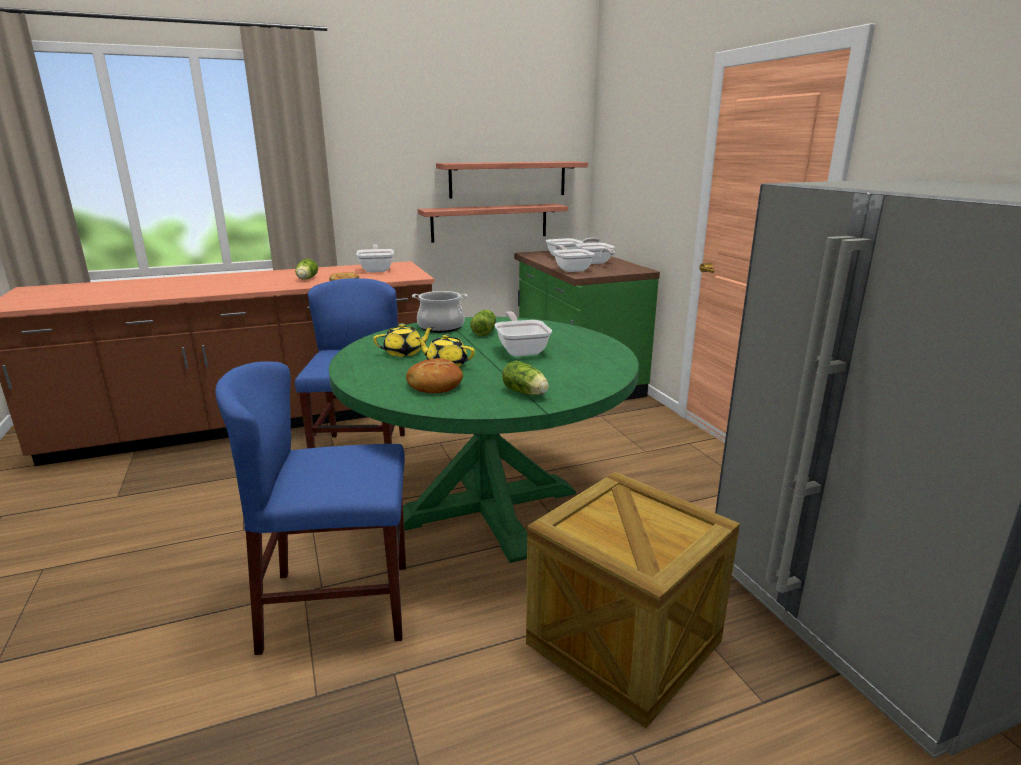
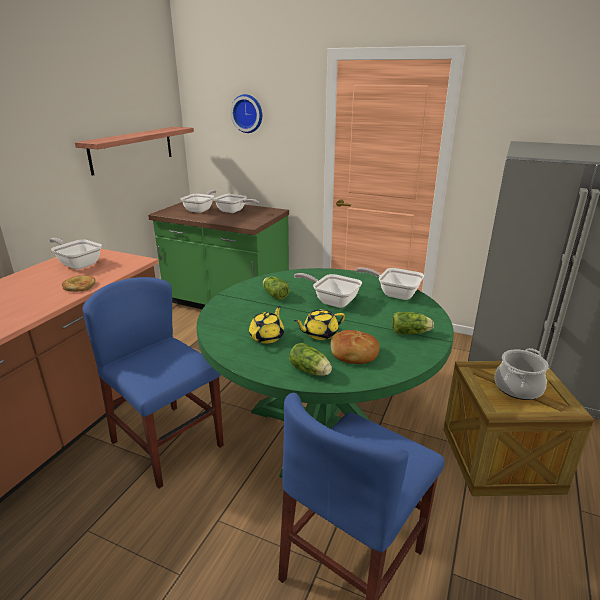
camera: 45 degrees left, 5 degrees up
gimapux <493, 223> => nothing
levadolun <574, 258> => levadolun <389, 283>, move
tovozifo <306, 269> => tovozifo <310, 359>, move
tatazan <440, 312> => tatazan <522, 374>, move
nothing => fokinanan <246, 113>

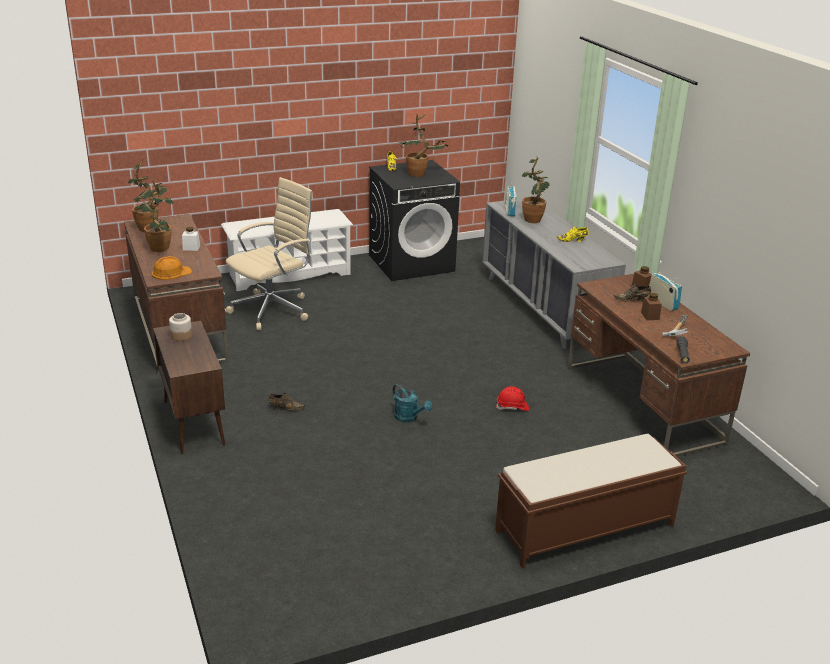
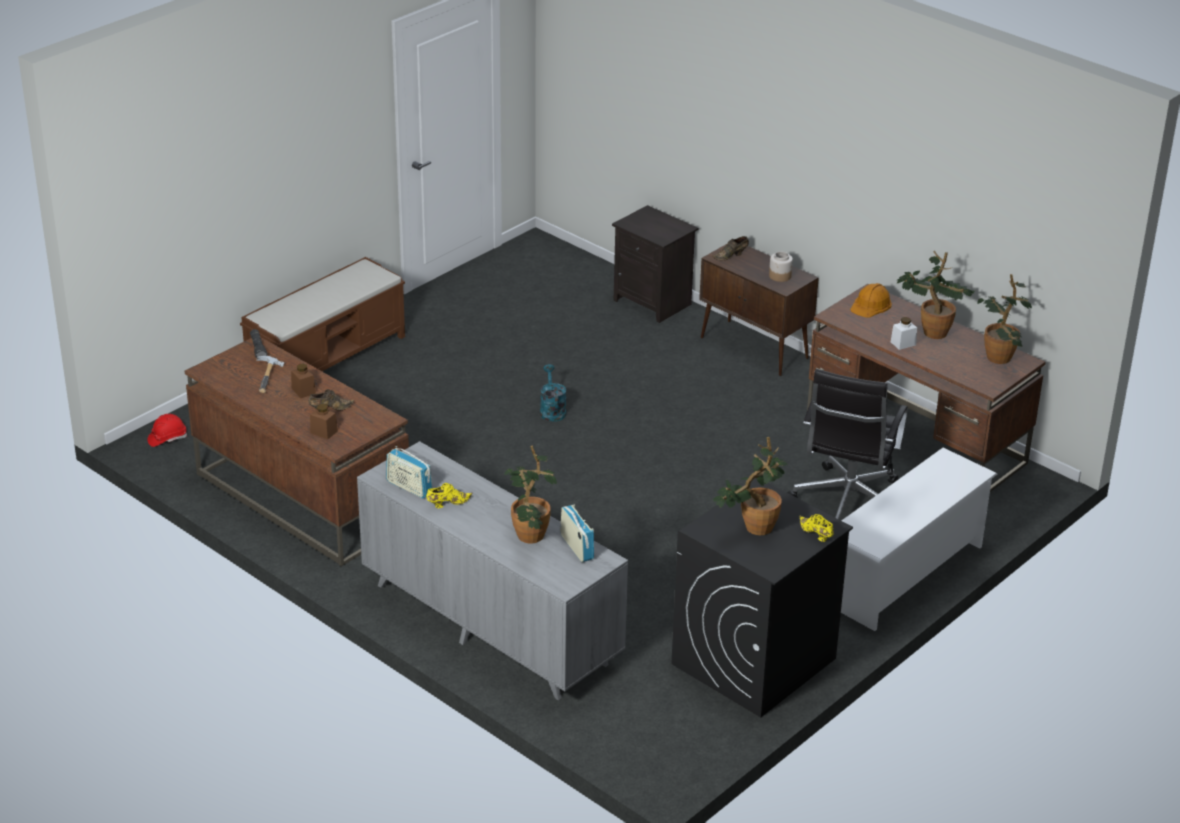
camera: 155 degrees right, 5 degrees up
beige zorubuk <269, 253> => black zorubuk <847, 444>
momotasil <665, 292> => momotasil <409, 472>, move
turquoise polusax <412, 403> => turquoise polusax <553, 393>, 60 degrees clockwise
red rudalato <512, 398> => red rudalato <167, 430>, move
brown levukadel <287, 402> => brown levukadel <730, 248>, move
nothing => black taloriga <655, 264>

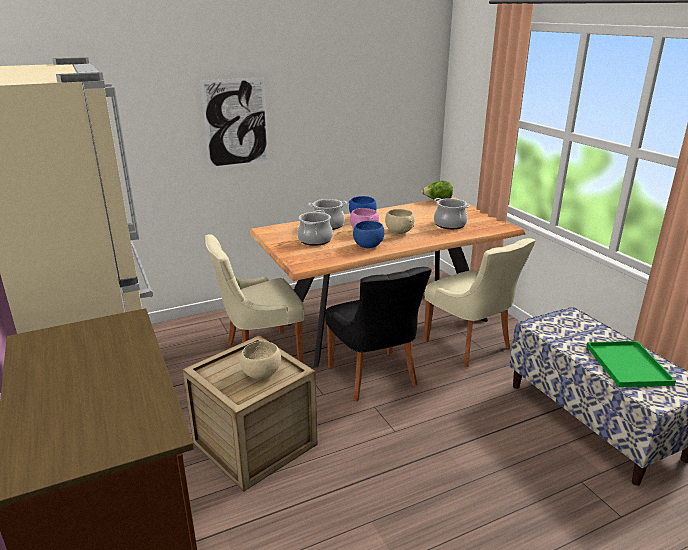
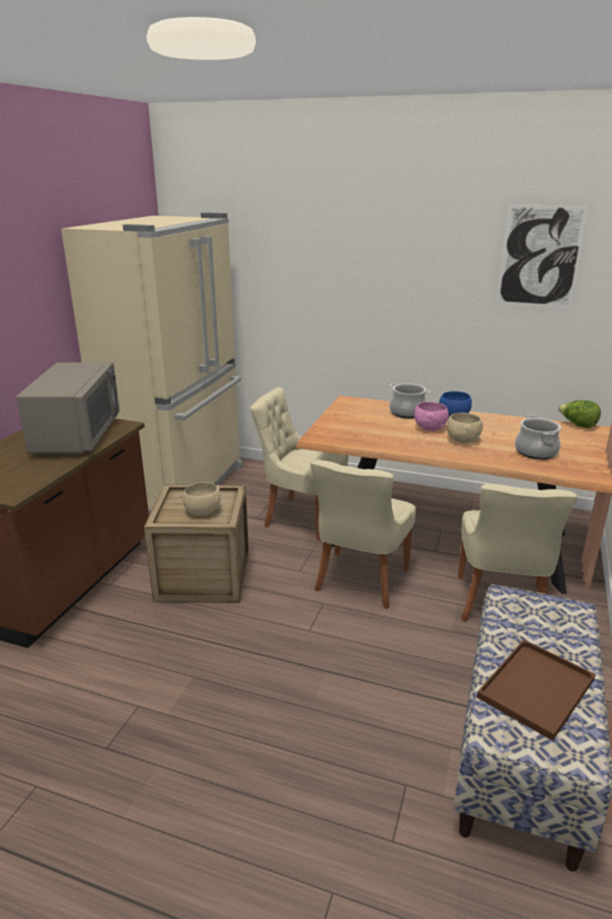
camera: 45 degrees right, 0 degrees up
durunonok <234, 123> => durunonok <542, 256>, move
tatazan <315, 228> => nothing
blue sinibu <368, 234> => nothing
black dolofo <378, 334> => beige dolofo <363, 534>
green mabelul <631, 364> => brown mabelul <536, 690>
nothing => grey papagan <68, 408>

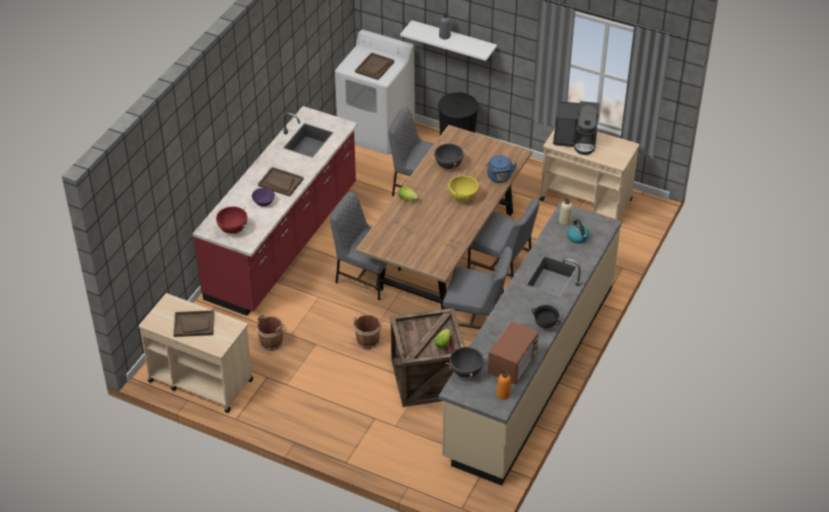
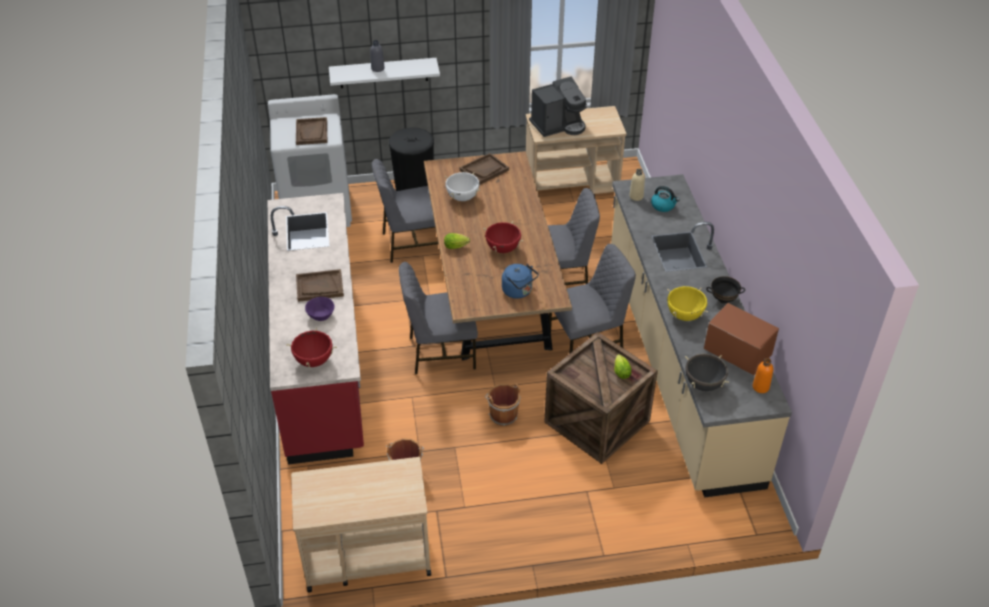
camera: 35 degrees left, 0 degrees up
black tatazan <449, 156> => white tatazan <462, 186>
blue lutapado <502, 169> => blue lutapado <520, 281>, move
yellow tatazan <463, 188> => yellow tatazan <687, 303>, move
brown mabelul <193, 323> => brown mabelul <484, 169>, move
papagan <513, 352> => papagan <741, 339>, 45 degrees counterclockwise
nothing => red tatazan <503, 237>

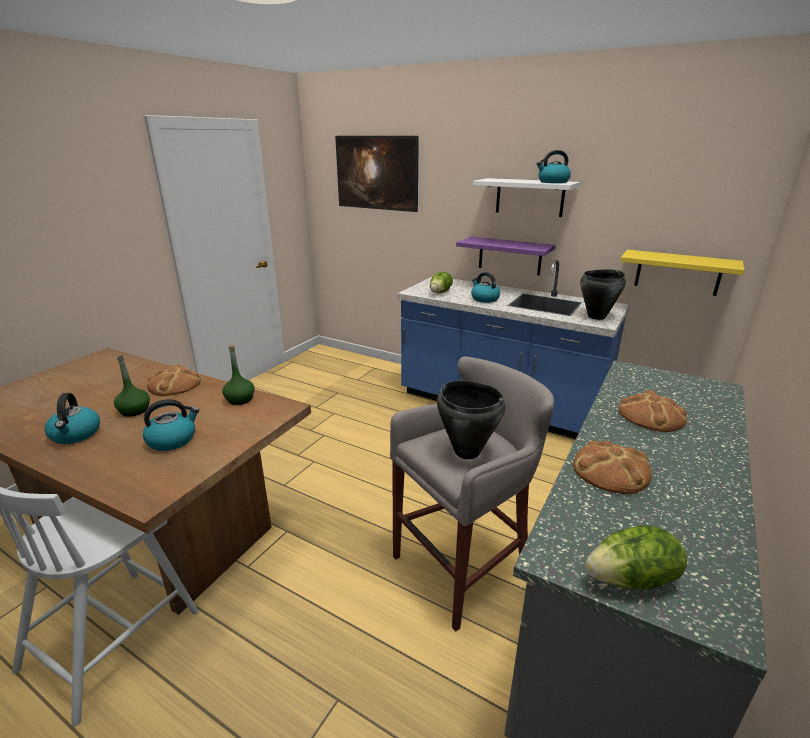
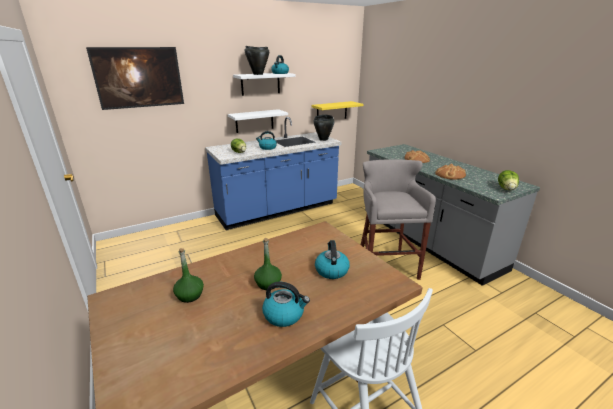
camera: 60 degrees left, 0 degrees up
purple gimapux <506, 256> => white gimapux <258, 121>
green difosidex <238, 375> => green difosidex <188, 275>, move
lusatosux <174, 380> => nothing
black tatazan <471, 419> => black tatazan <257, 60>, move

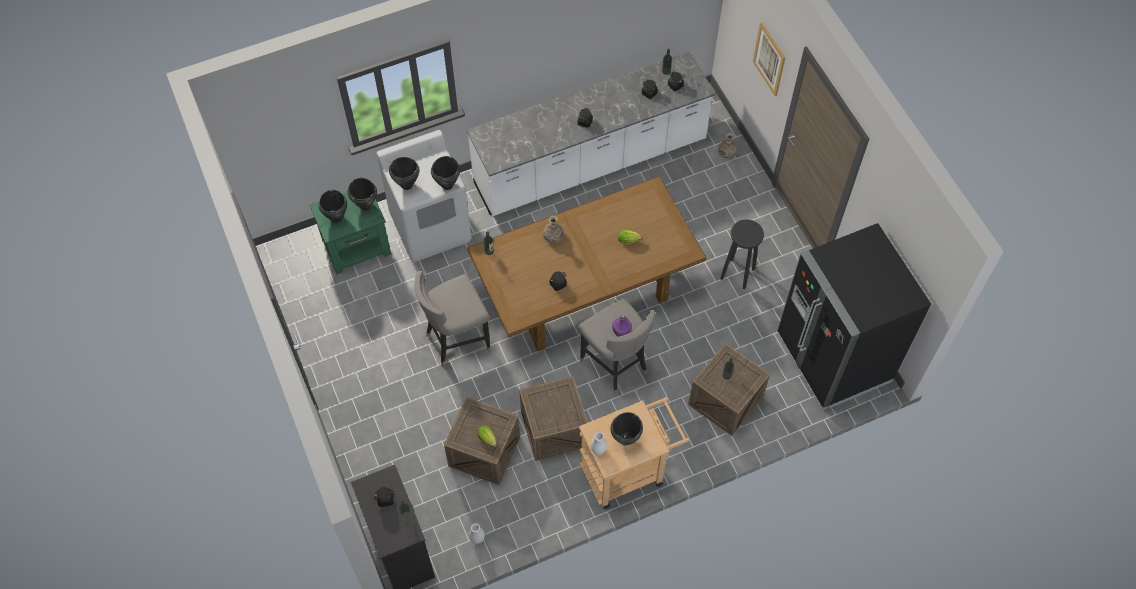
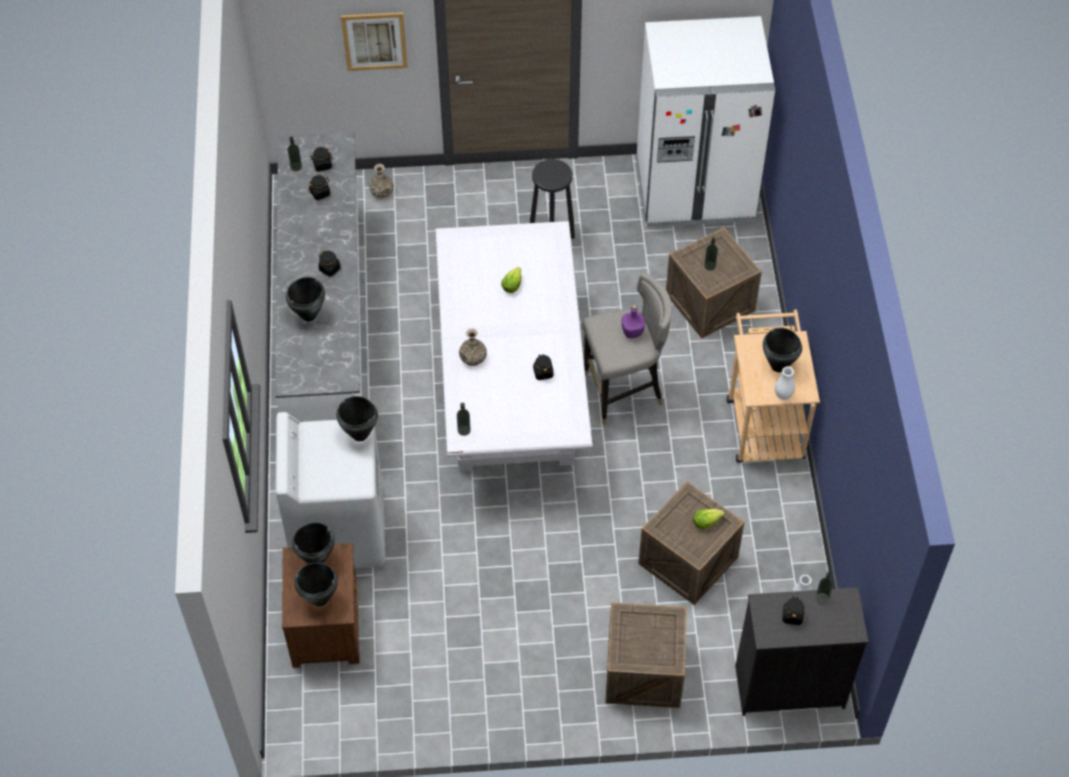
camera: 70 degrees left, 5 degrees down
black tatazan <404, 173> => black tatazan <305, 299>, move
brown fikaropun <586, 264> => white fikaropun <513, 346>
green taloriga <350, 233> => brown taloriga <321, 605>
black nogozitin <854, 316> => white nogozitin <706, 121>
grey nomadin <452, 319> => nothing
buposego <553, 418> => buposego <646, 655>, move

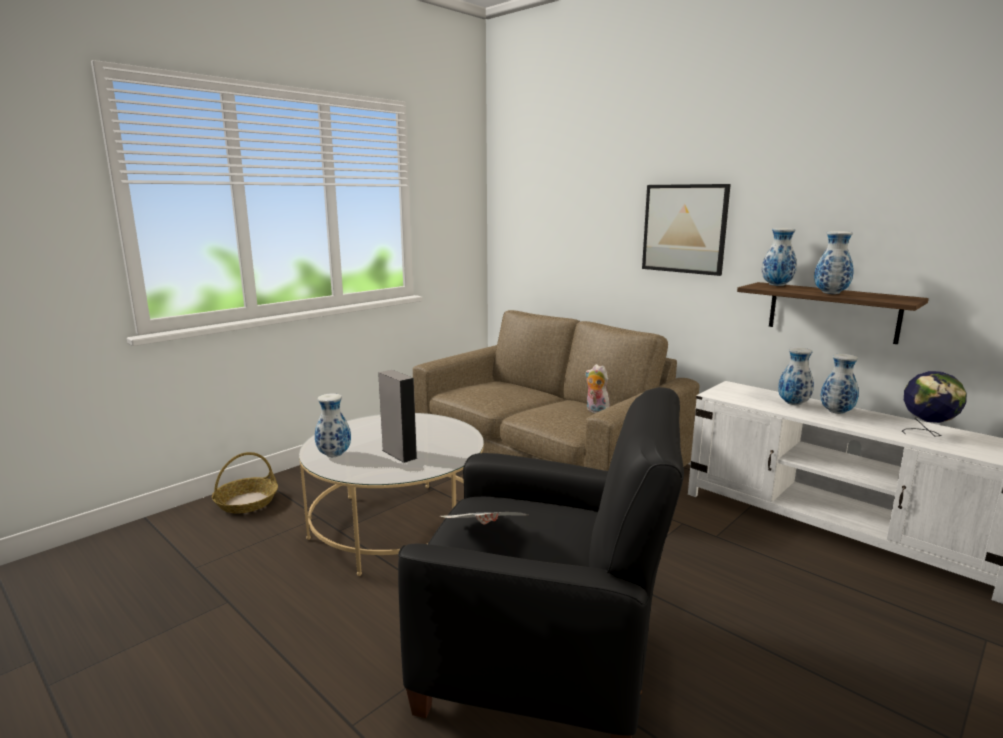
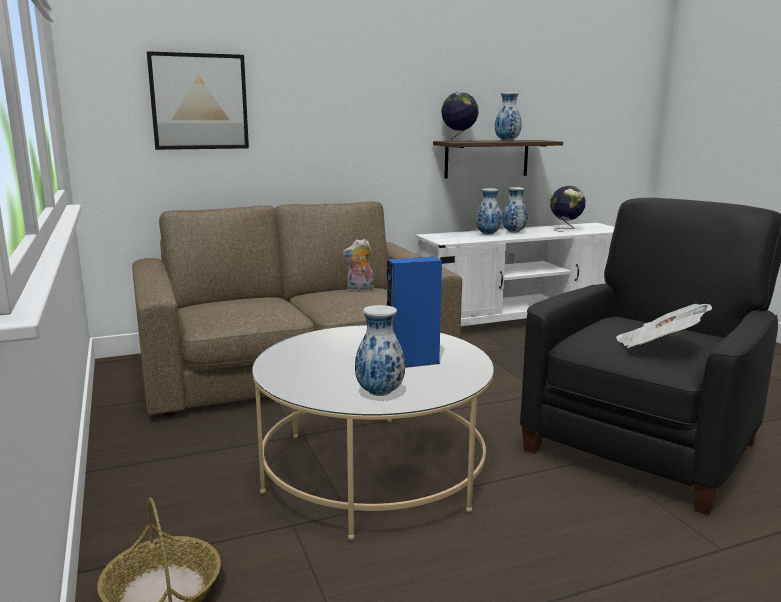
camera: 65 degrees left, 0 degrees up
durunonok <686, 230> => durunonok <198, 100>, move
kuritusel <779, 257> => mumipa <460, 116>
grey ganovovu <398, 416> => blue ganovovu <414, 312>

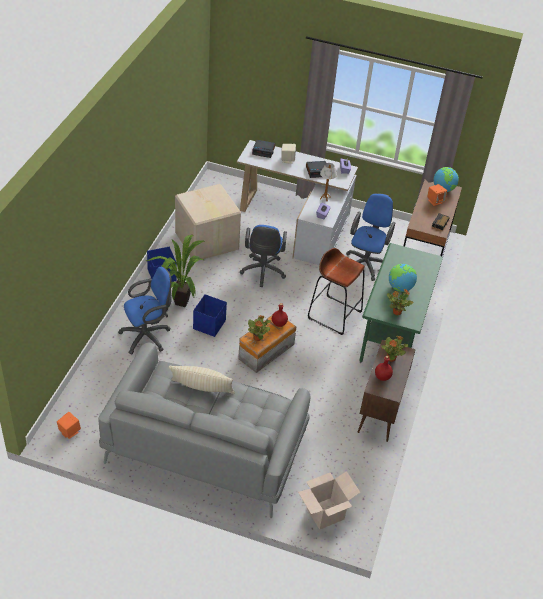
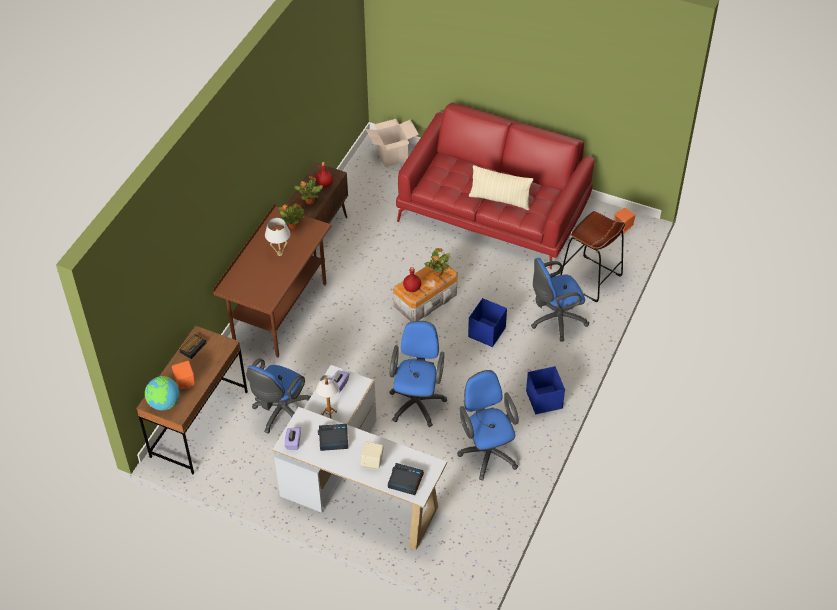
camera: 170 degrees left, 5 degrees up
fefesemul <208, 222> => blue zorubuk <488, 425>
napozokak <175, 271> => nothing
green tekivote <401, 303> => brown tekivote <272, 281>
brown nomadin <336, 291> => brown nomadin <592, 257>, move
mumipa <403, 278> => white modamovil <277, 237>
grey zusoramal <204, 430> => red zusoramal <495, 185>

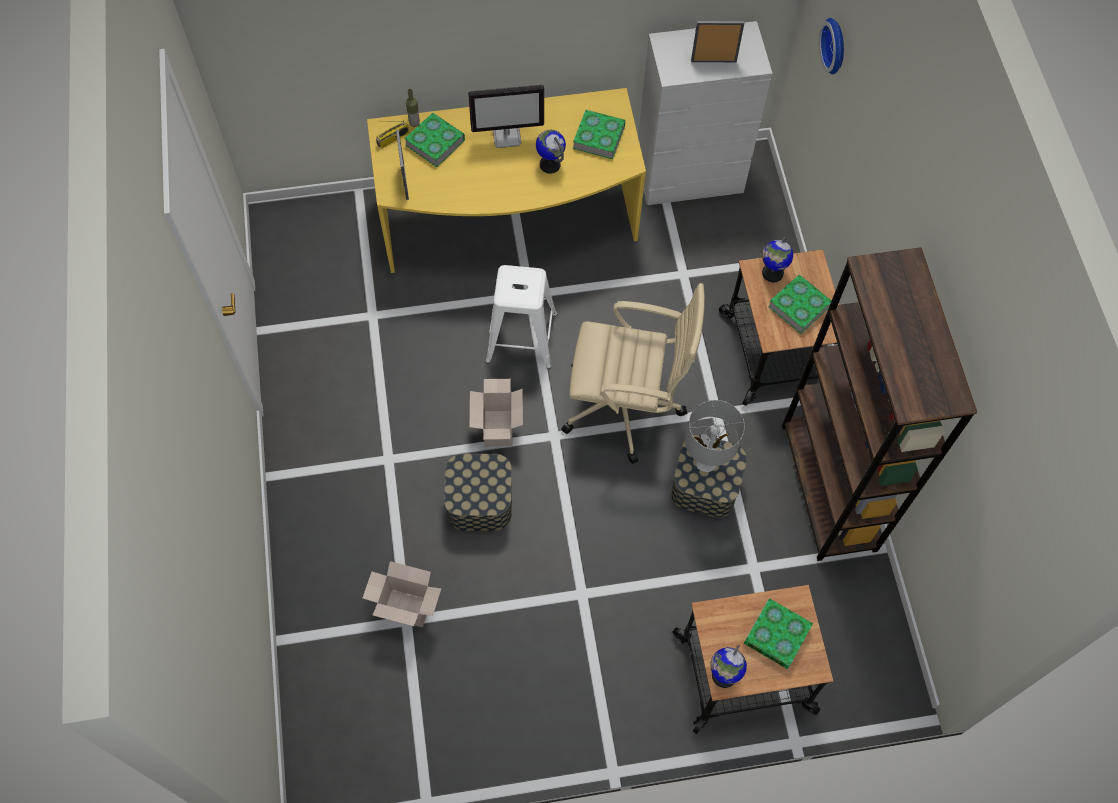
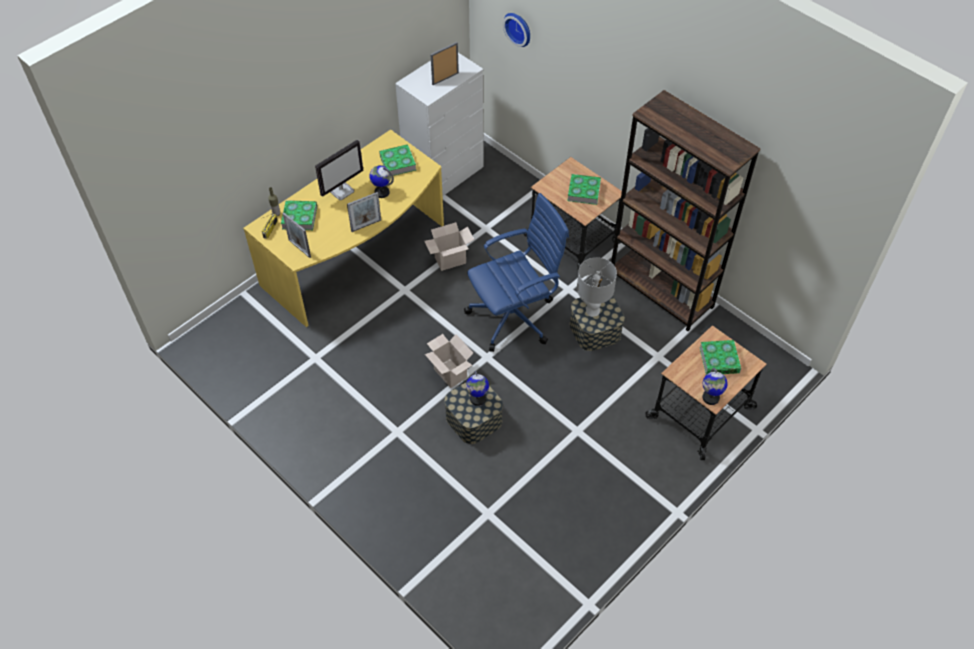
camera: 35 degrees left, 10 degrees down
mumipa <777, 259> => mumipa <477, 388>, move
white nomadin <521, 317> => nothing
beige zorubuk <633, 373> => blue zorubuk <516, 272>
fefesemul <402, 594> => fefesemul <449, 246>, move
nothing => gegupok <364, 212>

